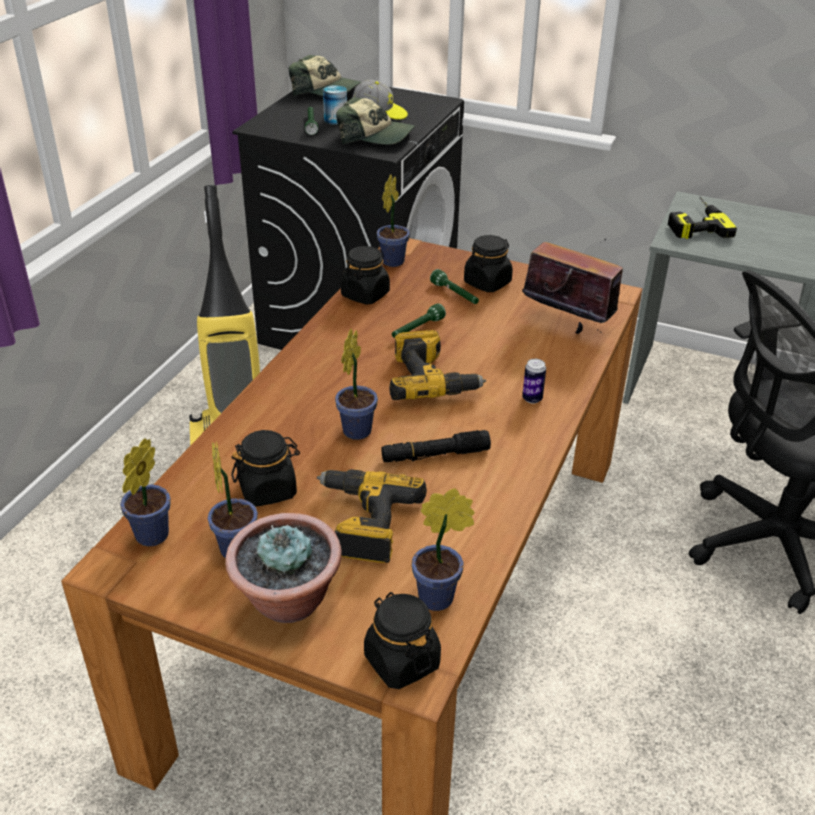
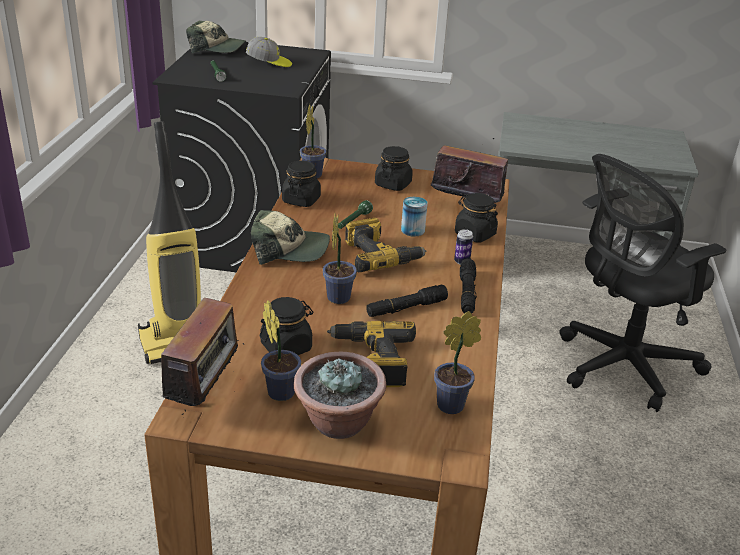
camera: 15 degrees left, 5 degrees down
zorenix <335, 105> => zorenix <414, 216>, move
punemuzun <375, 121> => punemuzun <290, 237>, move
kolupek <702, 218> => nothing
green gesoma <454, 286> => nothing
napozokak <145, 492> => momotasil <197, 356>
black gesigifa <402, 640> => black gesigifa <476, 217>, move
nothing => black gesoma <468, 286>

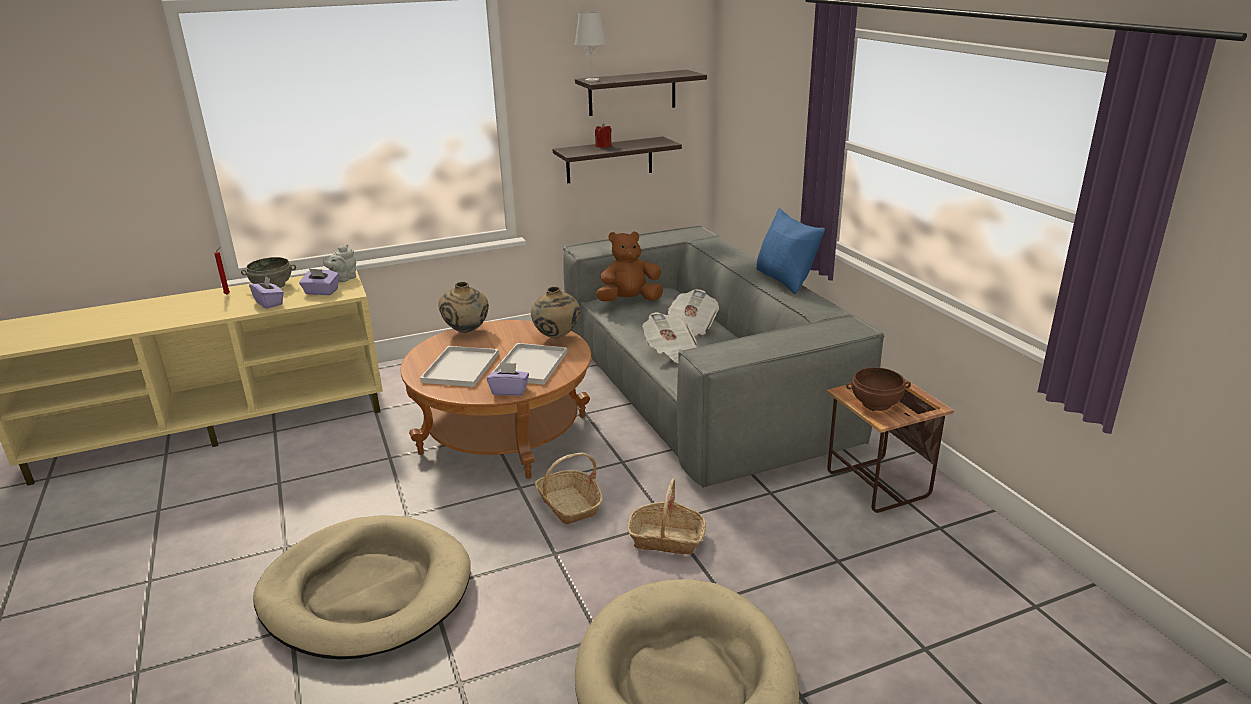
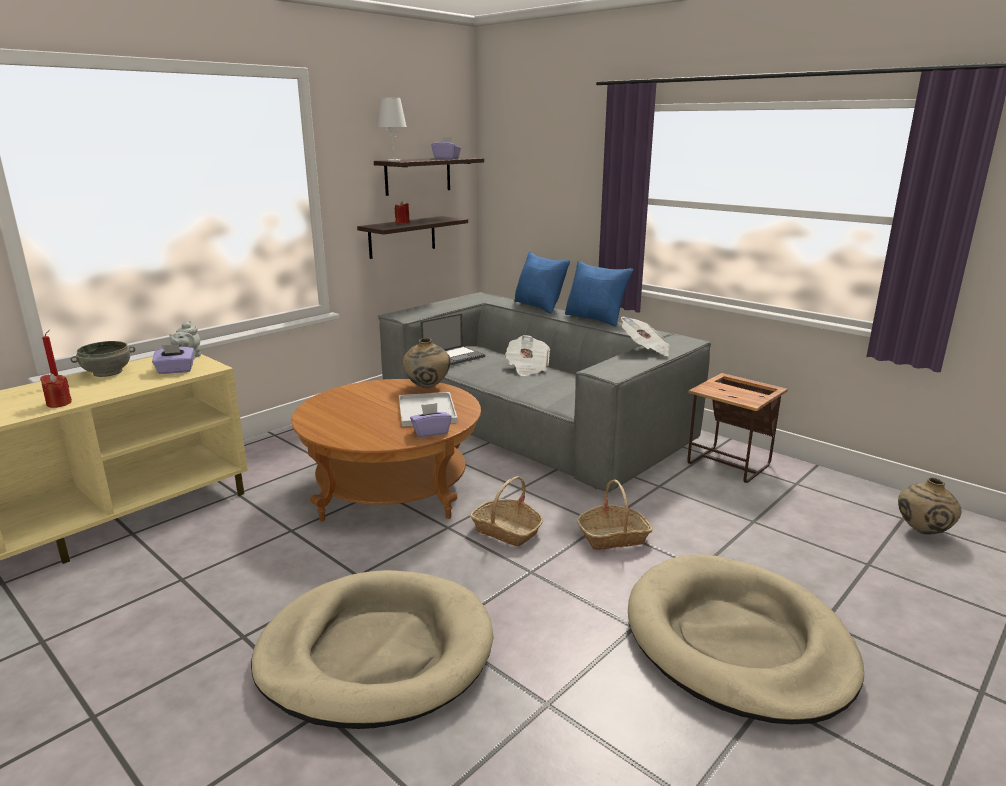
camera: 25 degrees left, 5 degrees down
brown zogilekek <629, 266> => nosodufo <452, 339>
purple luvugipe <266, 292> => purple luvugipe <446, 148>, move
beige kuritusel <463, 307> => beige kuritusel <930, 506>, move
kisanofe <669, 338> => kisanofe <645, 336>, move
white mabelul <459, 366> => nothing
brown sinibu <878, 389> => nothing
nothing => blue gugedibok <542, 283>
nothing => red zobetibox <56, 391>

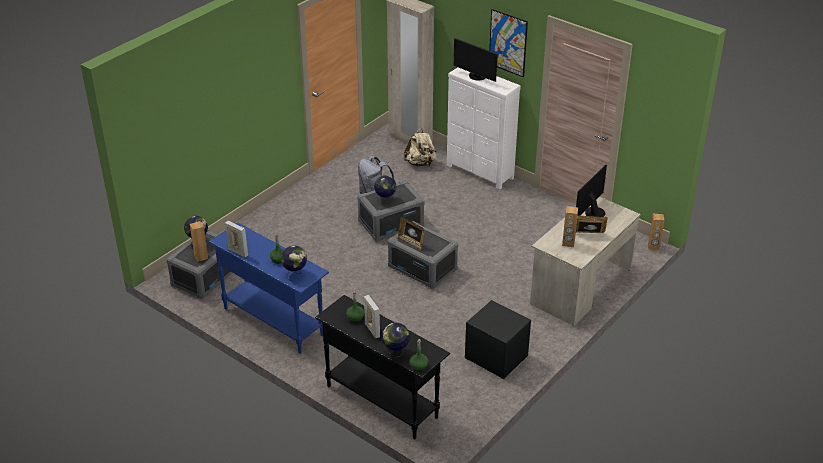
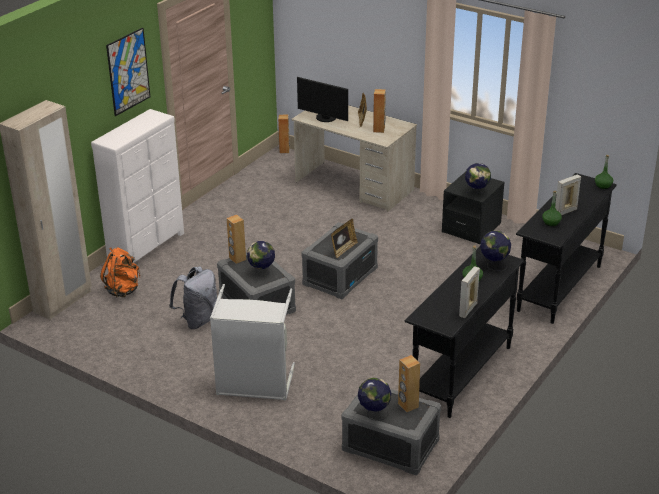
camera: 95 degrees left, 5 degrees down
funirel <476, 60> => nothing
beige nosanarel <420, 147> => orange nosanarel <120, 272>
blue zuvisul <269, 288> => black zuvisul <464, 332>
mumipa <396, 340> => mumipa <478, 179>, move
nothing => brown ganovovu <236, 239>
nothing => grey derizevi <252, 342>

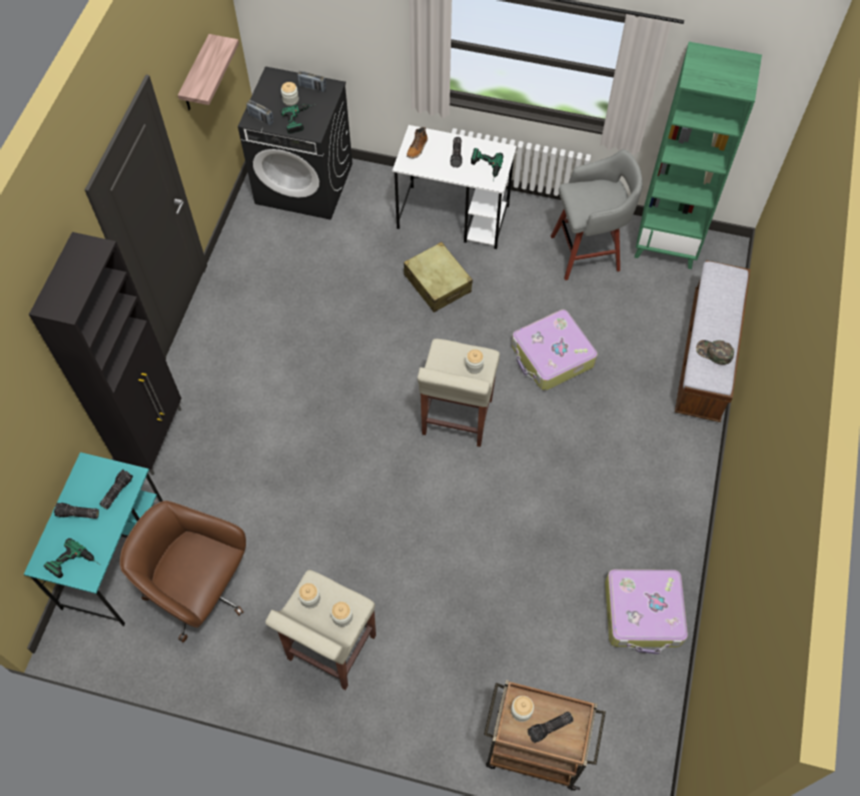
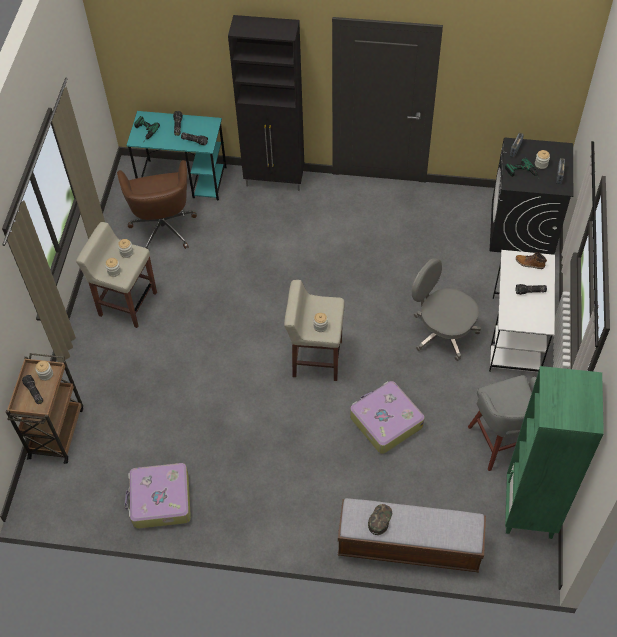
camera: 85 degrees right, 5 degrees down
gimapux <208, 72> => nothing
kolupek <487, 164> => nothing
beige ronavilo <438, 277> => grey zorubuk <446, 309>
brown zorubuk <183, 571> => brown zorubuk <157, 204>, 150 degrees clockwise

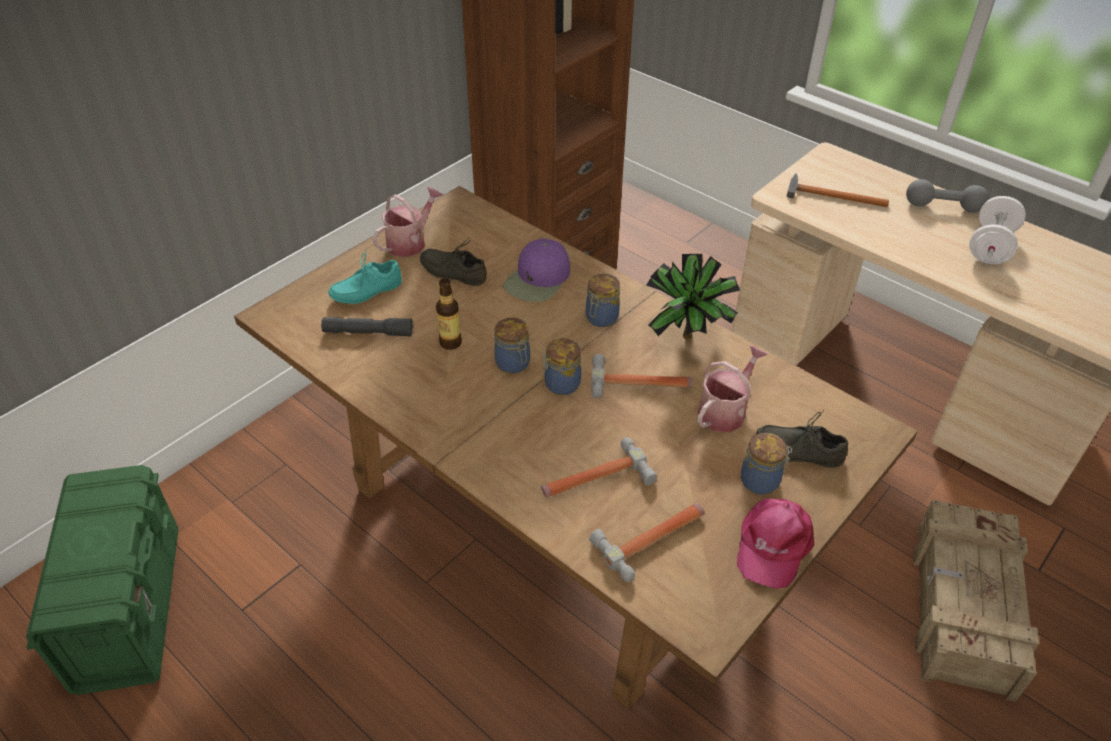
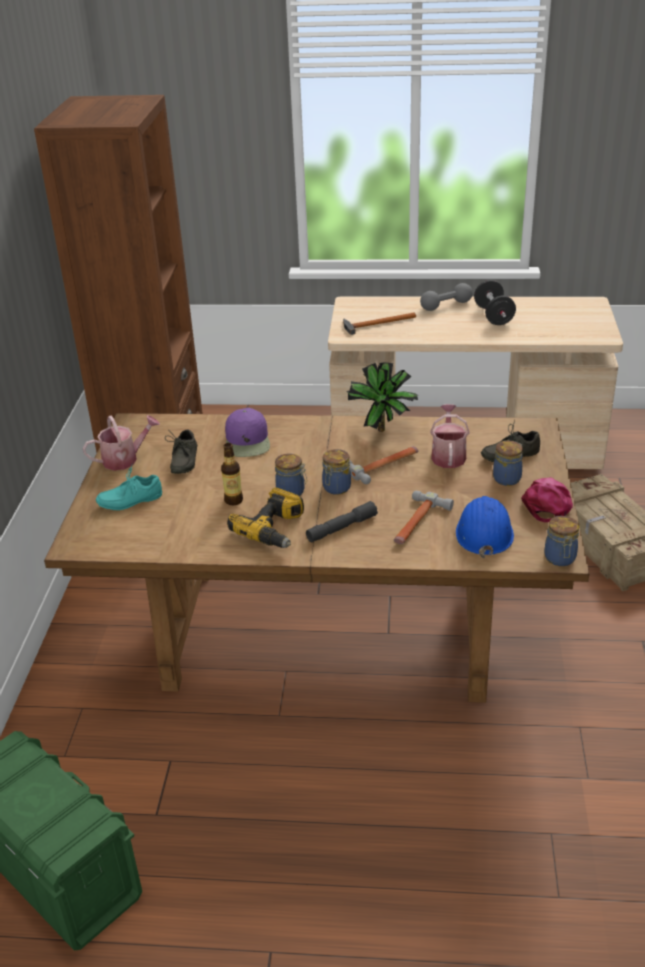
camera: 35 degrees left, 10 degrees down
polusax <408, 222> => polusax <121, 443>, 60 degrees clockwise
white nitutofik <997, 230> => black nitutofik <495, 302>
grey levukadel <453, 262> => grey levukadel <181, 452>, 75 degrees counterclockwise
turquoise levukadel <365, 278> => turquoise levukadel <129, 488>, 45 degrees clockwise
gesigifa <603, 300> => gesigifa <561, 541>, move
grey gesoma <367, 327> => grey gesoma <342, 521>, move
pink punemuzun <775, 543> => pink punemuzun <547, 499>, 150 degrees counterclockwise
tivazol <647, 542> => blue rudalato <485, 527>
nothing => kolupek <265, 517>

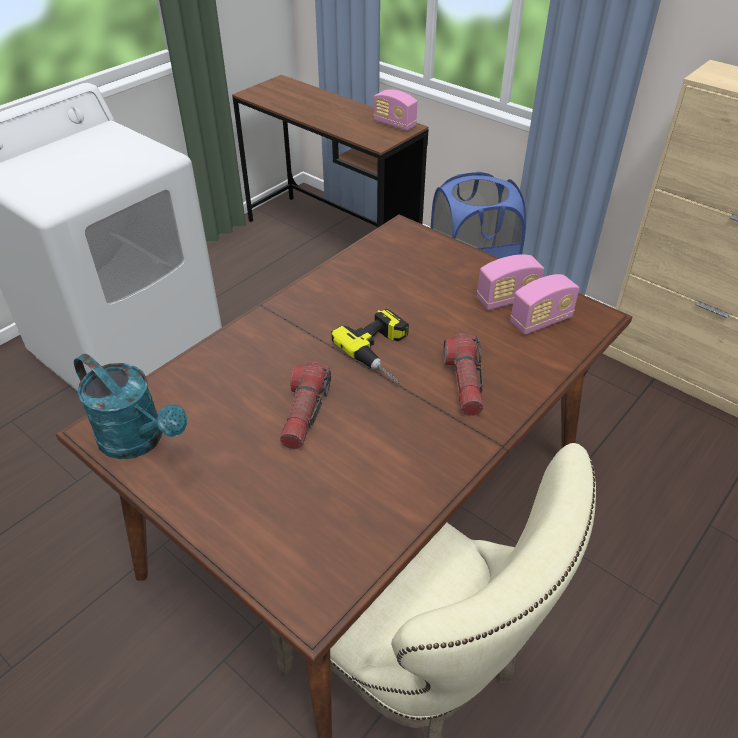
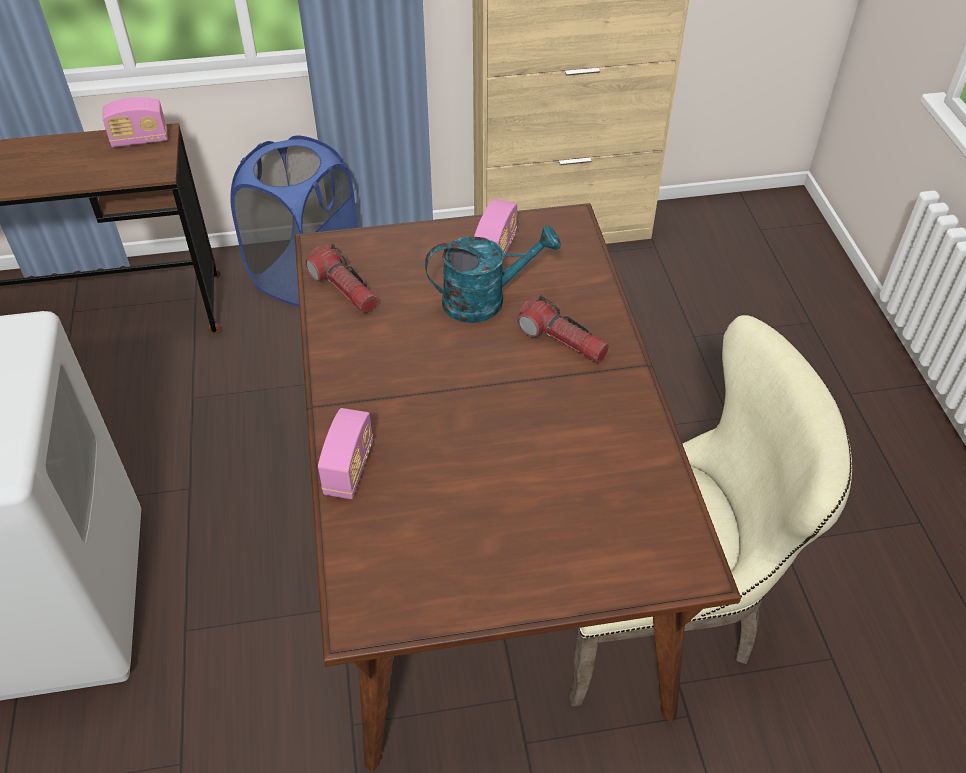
camera: 50 degrees left, 5 degrees up
momotasil <544, 304> => momotasil <345, 453>, move
kolupek <370, 346> => nothing
turquoise polusax <130, 406> => turquoise polusax <493, 274>, move
gesoma <305, 405> => gesoma <341, 278>, move

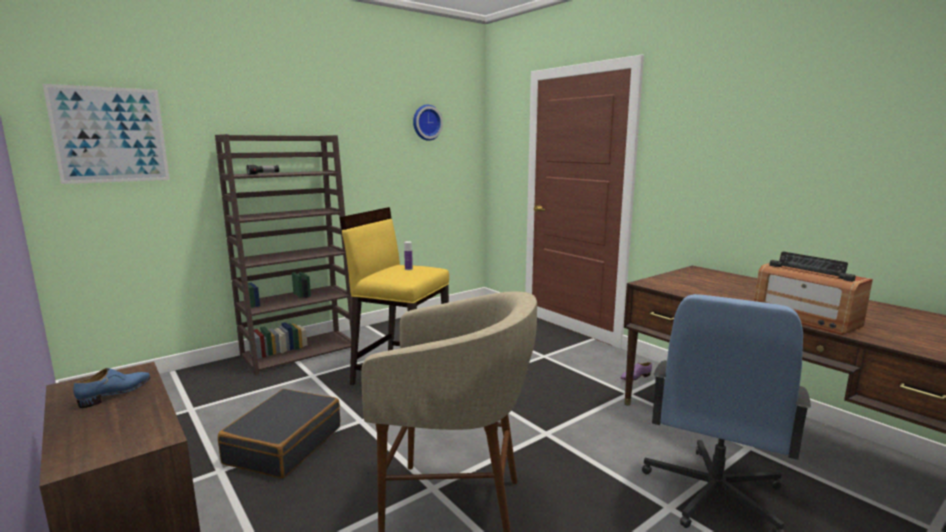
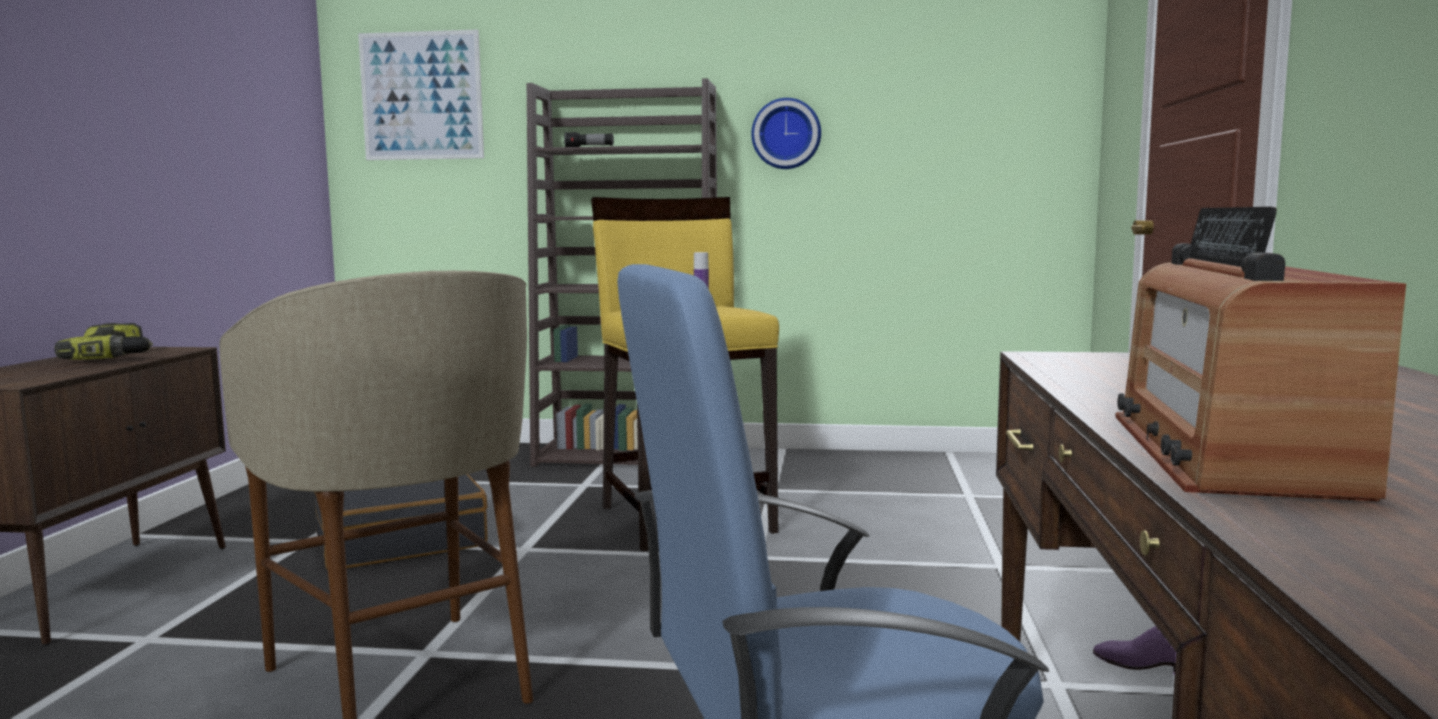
camera: 45 degrees right, 5 degrees down
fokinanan <428, 123> => fokinanan <786, 133>, move
blue levukadel <112, 388> => kolupek <104, 341>

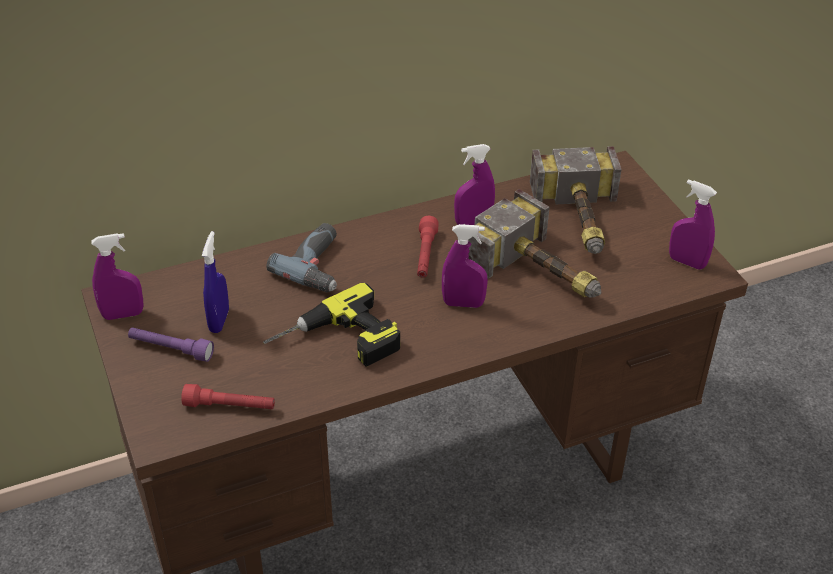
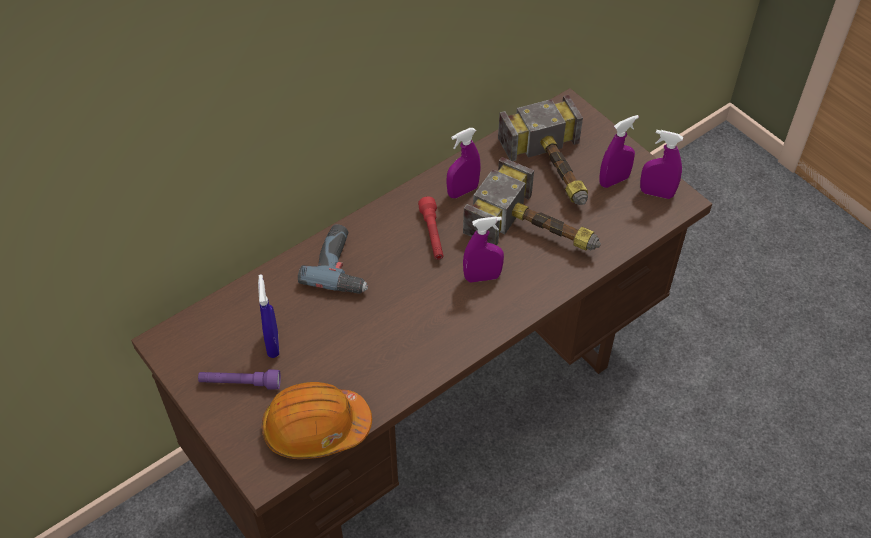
camera: 15 degrees left, 10 degrees up
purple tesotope <117, 276> => purple tesotope <619, 151>, move
kolupek <331, 325> => nothing
red gesoma <228, 396> => orange rudalato <317, 420>

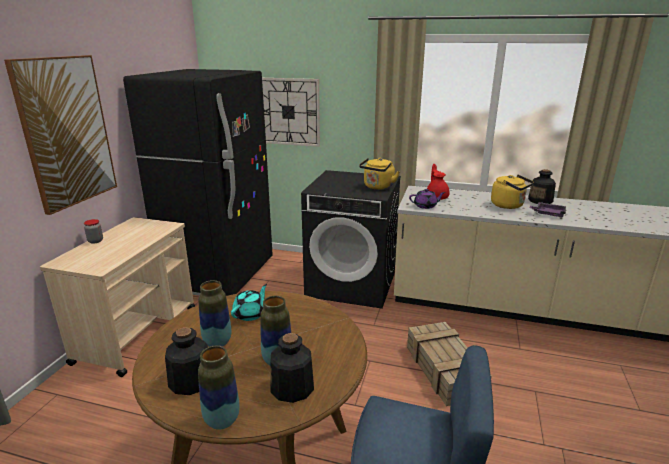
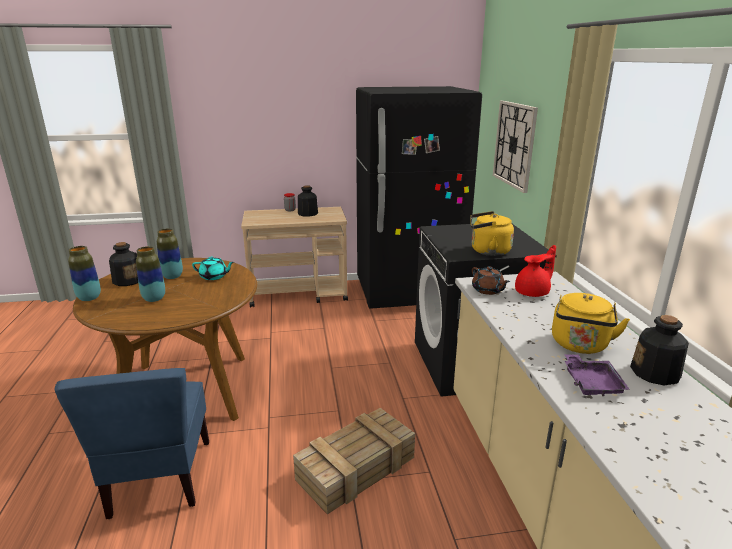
camera: 65 degrees right, 0 degrees up
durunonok <60, 135> => nothing
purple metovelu <427, 199> => brown metovelu <491, 280>
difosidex <292, 368> => difosidex <308, 201>, move

